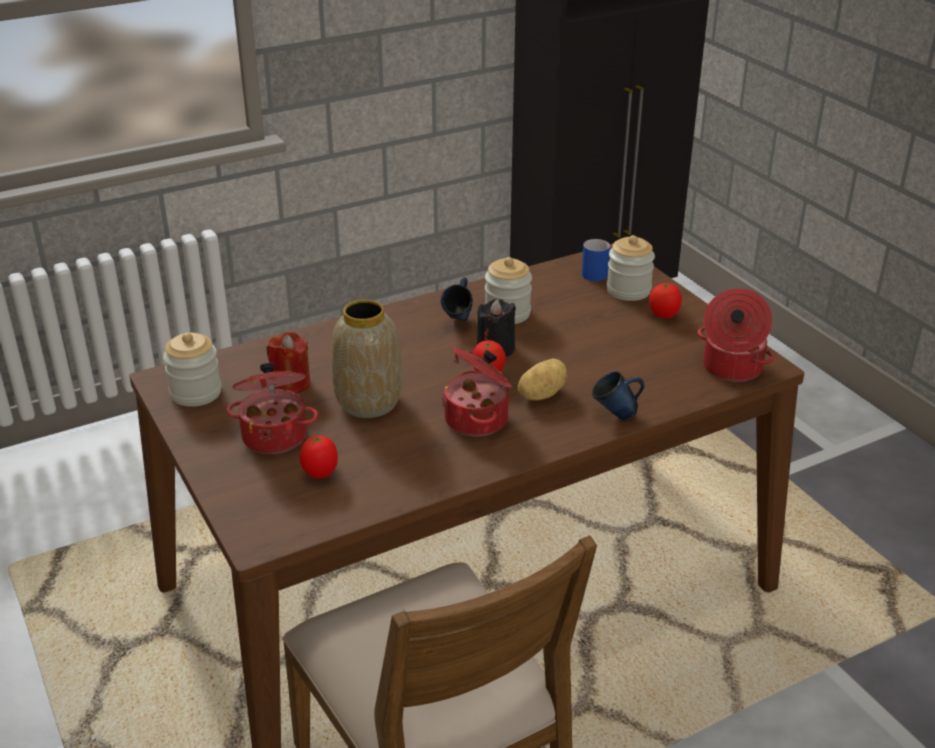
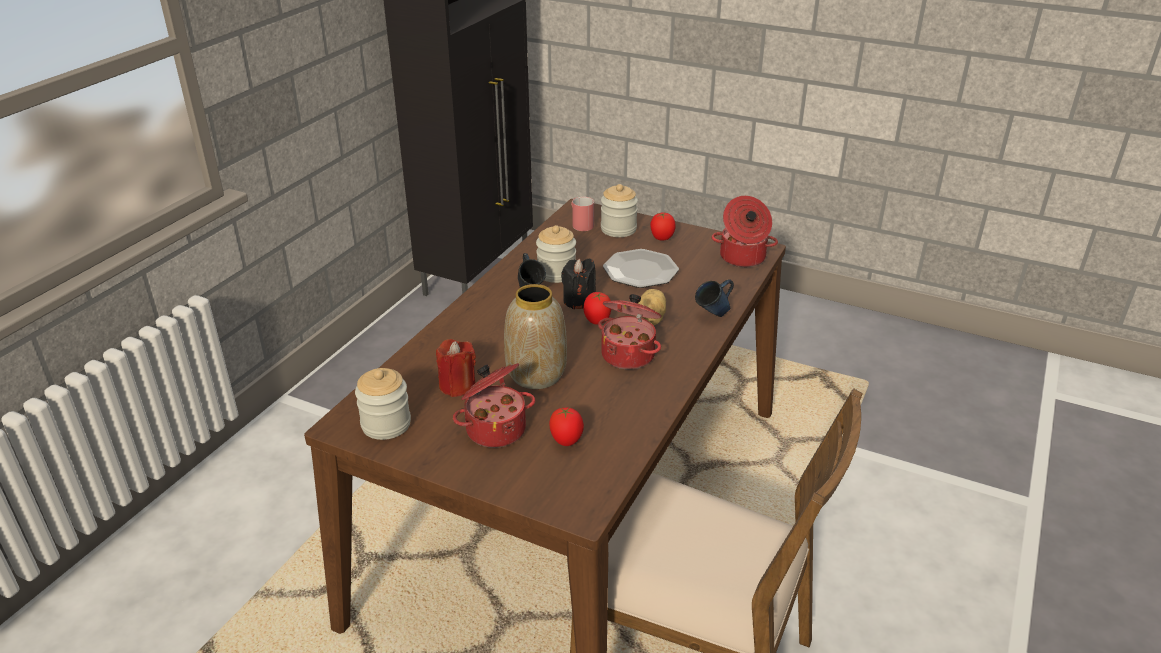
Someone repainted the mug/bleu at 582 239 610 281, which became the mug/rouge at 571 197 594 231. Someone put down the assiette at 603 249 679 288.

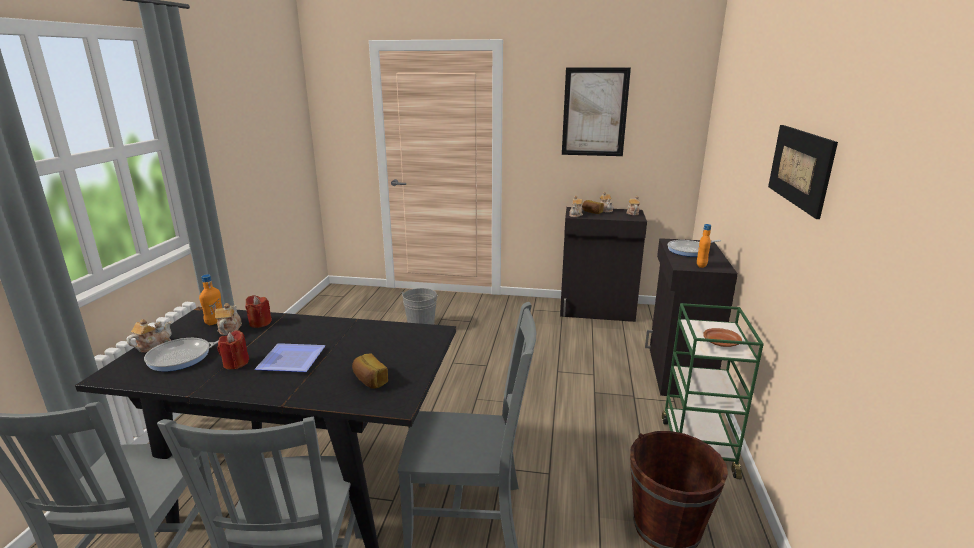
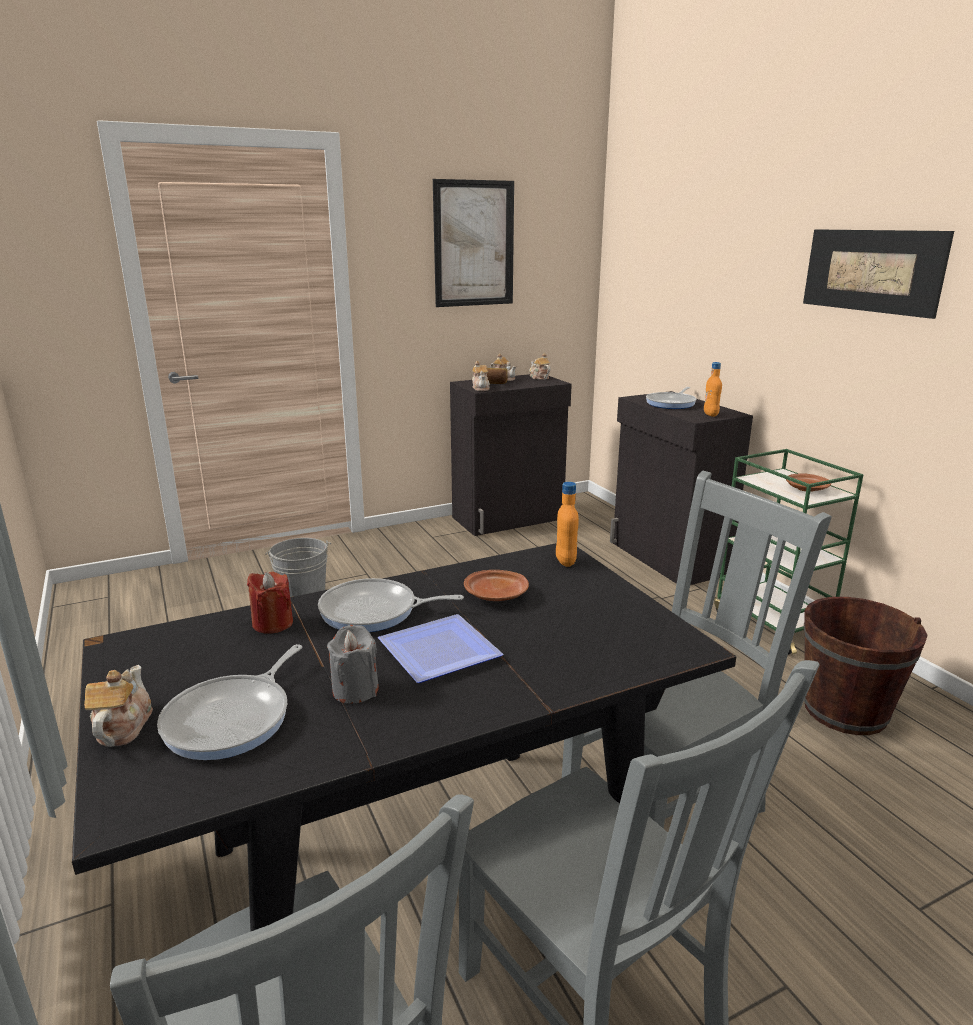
Someone carried the bouteille/orange from 199 274 222 325 to 556 482 579 567. Someone took away the théière at 215 303 242 335. Someone repainted the bougie/rouge at 218 330 249 369, which became the bougie/gris at 327 625 379 704. Someone took away the pain at 352 354 388 388. Someone put down the poêle at 318 578 464 632. Someone put down the assiette/marron at 464 570 529 601.

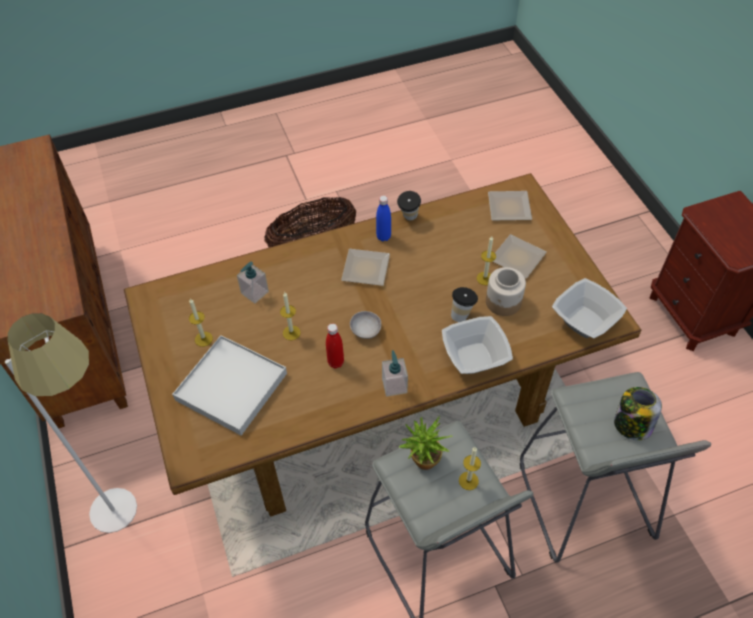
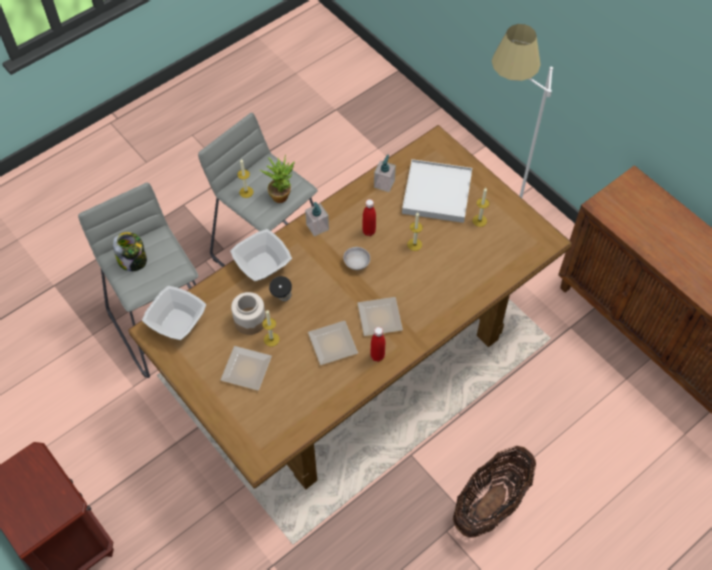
Someone carried the distributeur de savon from 237 261 269 304 to 374 155 396 192. Someone repainted the bouteille/bleu at 376 195 391 241, which became the bouteille/rouge at 370 327 385 362. Someone took away the tasse at 397 191 421 220. Someone carried the assiette from 488 191 532 221 to 308 321 358 365.

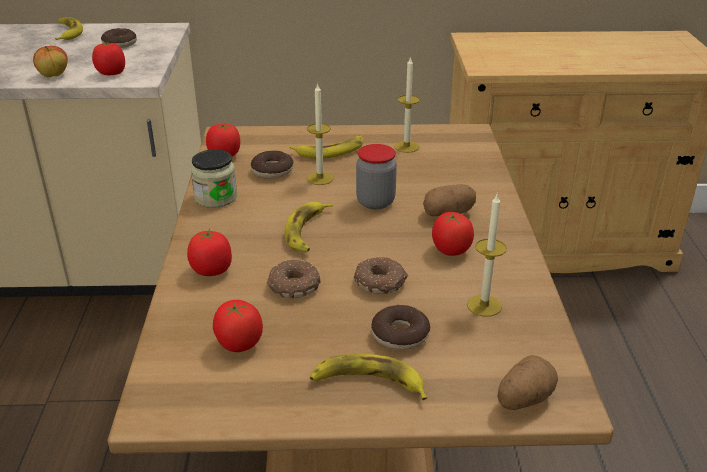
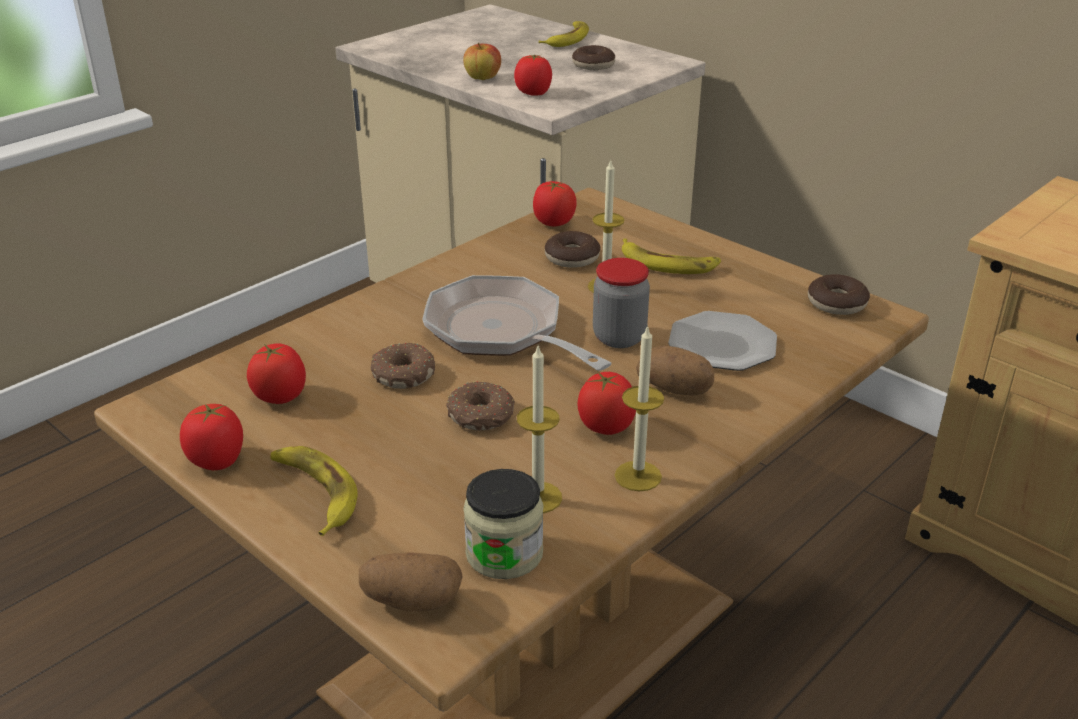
Someone carried the tomate from 187 229 232 276 to 180 404 243 470. Someone carried the bocal from 191 149 237 208 to 463 469 543 579. Someone swapped the banane at 284 202 333 252 for the poêle at 422 275 612 371. Someone carried the beignet from 371 305 430 350 to 808 274 870 315. Someone carried the bougie from 394 56 420 153 to 615 325 664 491. Someone put down the assiette at 668 311 777 371.

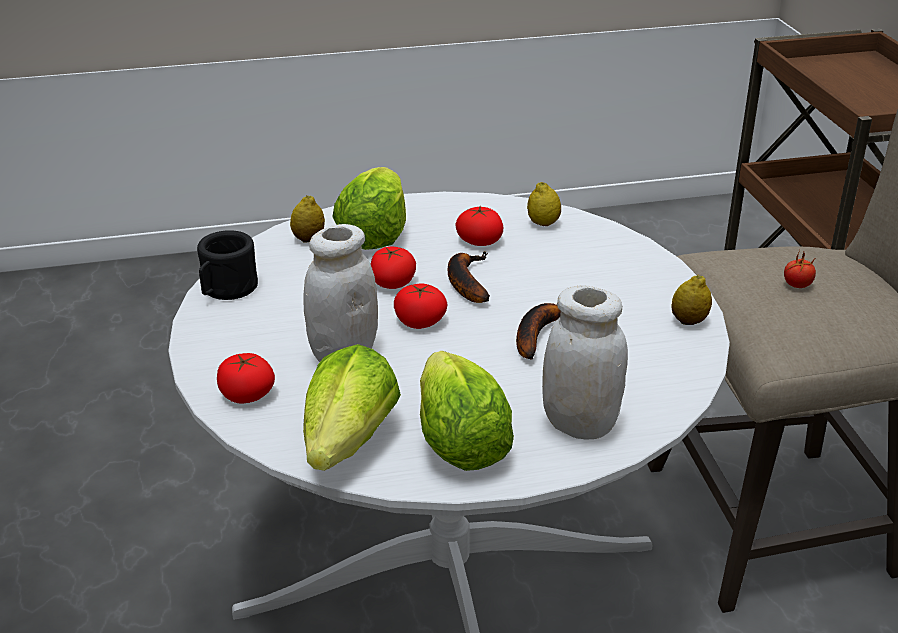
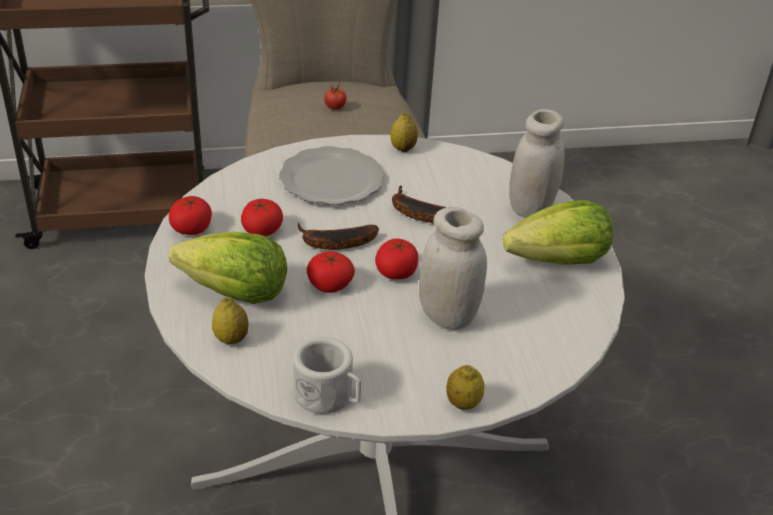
Someone repainted the mug/noir at 197 230 258 300, which became the mug/blanc at 293 337 361 414. Someone carried the tomate from 217 353 275 404 to 169 196 212 235. Someone took away the laitue at 303 344 401 471. Someone carried the citron from 527 182 561 226 to 446 365 484 410. Someone put down the assiette at 279 146 384 205.

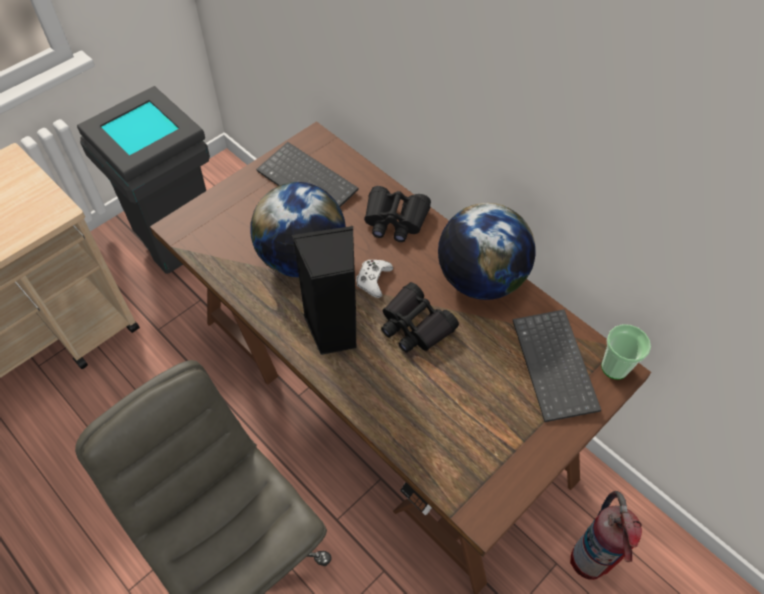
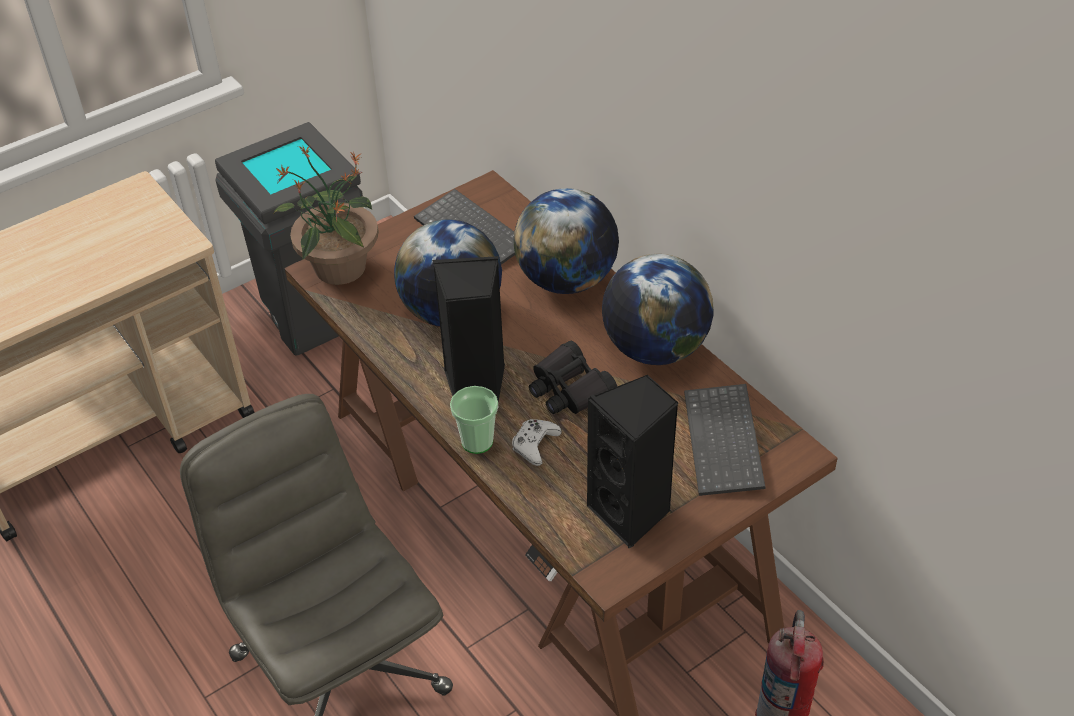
Someone carried the manette/blanc from 356 260 393 298 to 512 419 562 466. Someone swapped the jumelles/noir at 364 186 431 242 for the globe at 513 188 619 294. Someone carried the tasse from 601 324 651 380 to 450 386 498 454. Someone put down the plante en pot at 273 145 378 285. Someone put down the enceinte/noir at 587 375 679 548.

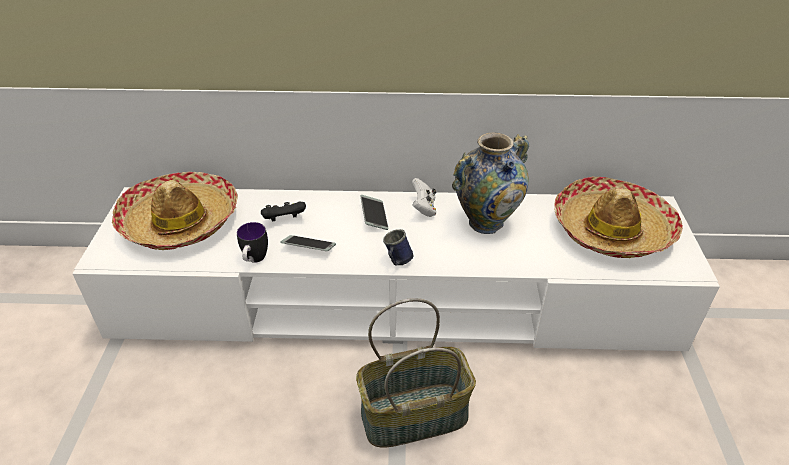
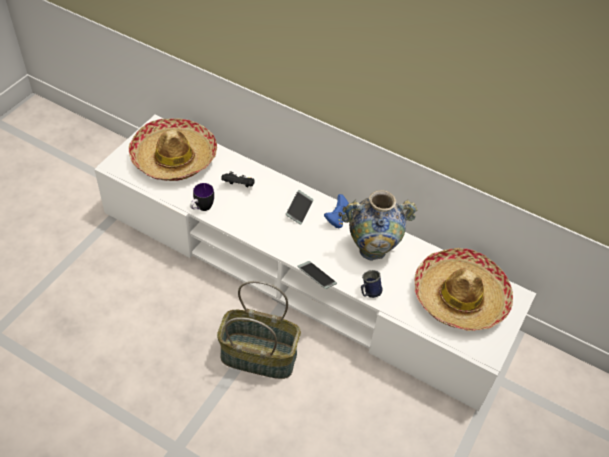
Someone carried the téléphone from 280 235 336 251 to 297 261 337 289. Someone carried the mug/bleu from 383 229 413 266 to 361 270 383 298. Someone repainted the manette/blanc at 412 178 436 217, which became the manette/bleu at 324 194 349 228.

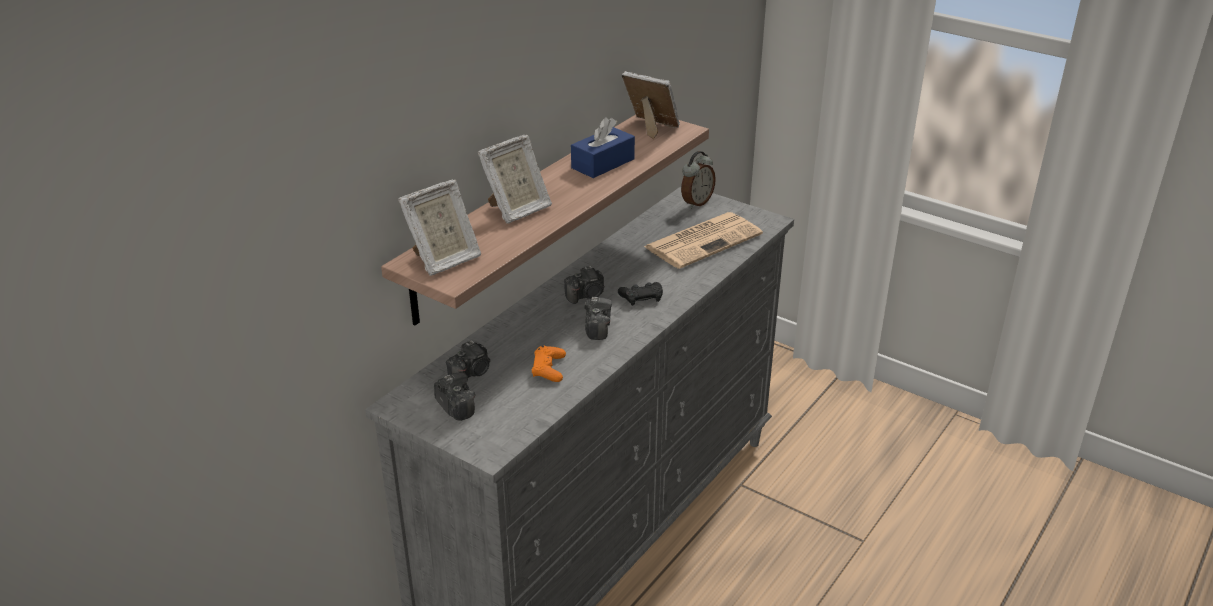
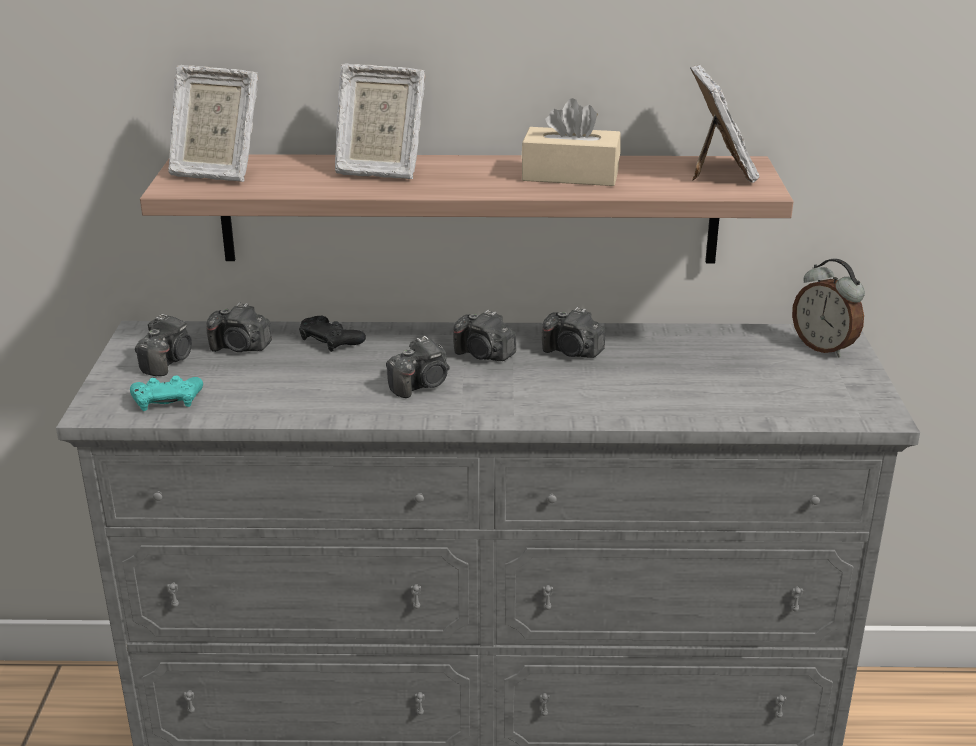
Someone took away the manette/orange at 532 346 566 382. Someone repainted the boîte à mouchoirs/bleu at 571 117 635 178, which became the boîte à mouchoirs/beige at 521 98 621 186. Someone carried the manette/noir from 618 282 663 306 to 299 316 366 352. Someone took away the journal at 644 212 763 269. Someone rotated the réveil at 681 151 716 209 by 45 degrees clockwise. Someone put down the manette/turquoise at 130 376 203 411. Someone put down the appareil photo at 542 307 605 358.

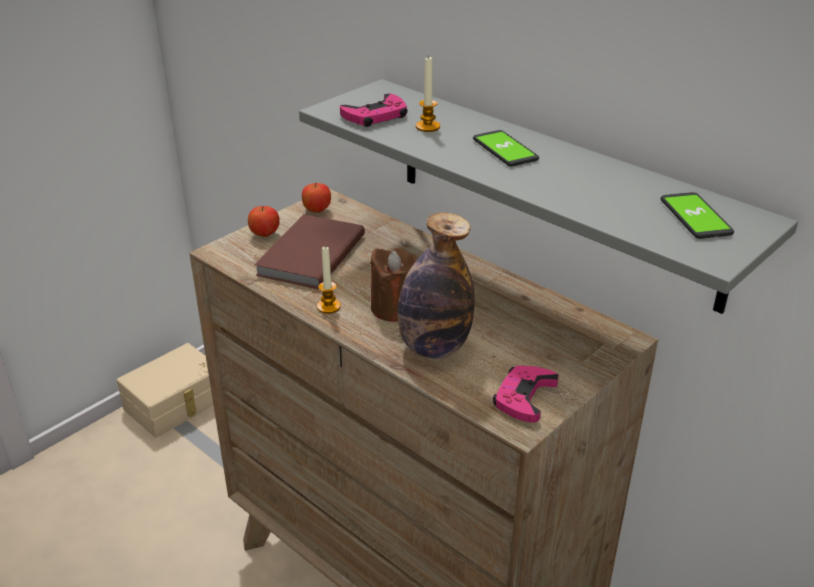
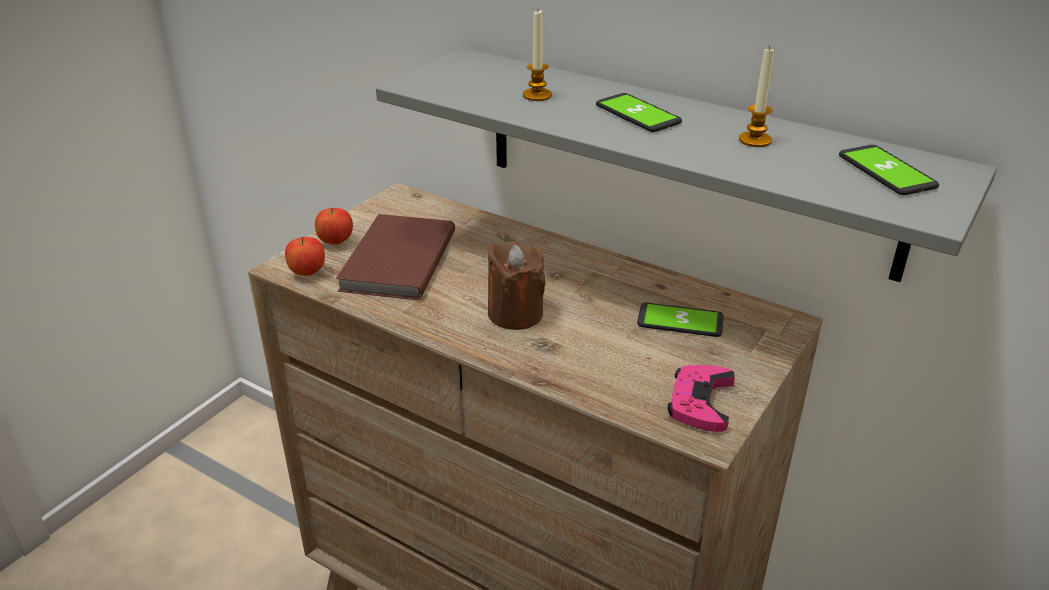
Someone took away the boîte de rangement/beige at 117 343 214 438. Someone carried the pomme from 302 183 331 213 to 285 237 325 276. Someone carried the bougie from 317 247 341 314 to 739 46 774 147. Someone took away the manette/rose at 340 94 407 127. Someone took away the bouteille at 397 213 475 358. Someone put down the téléphone at 637 302 723 337.

